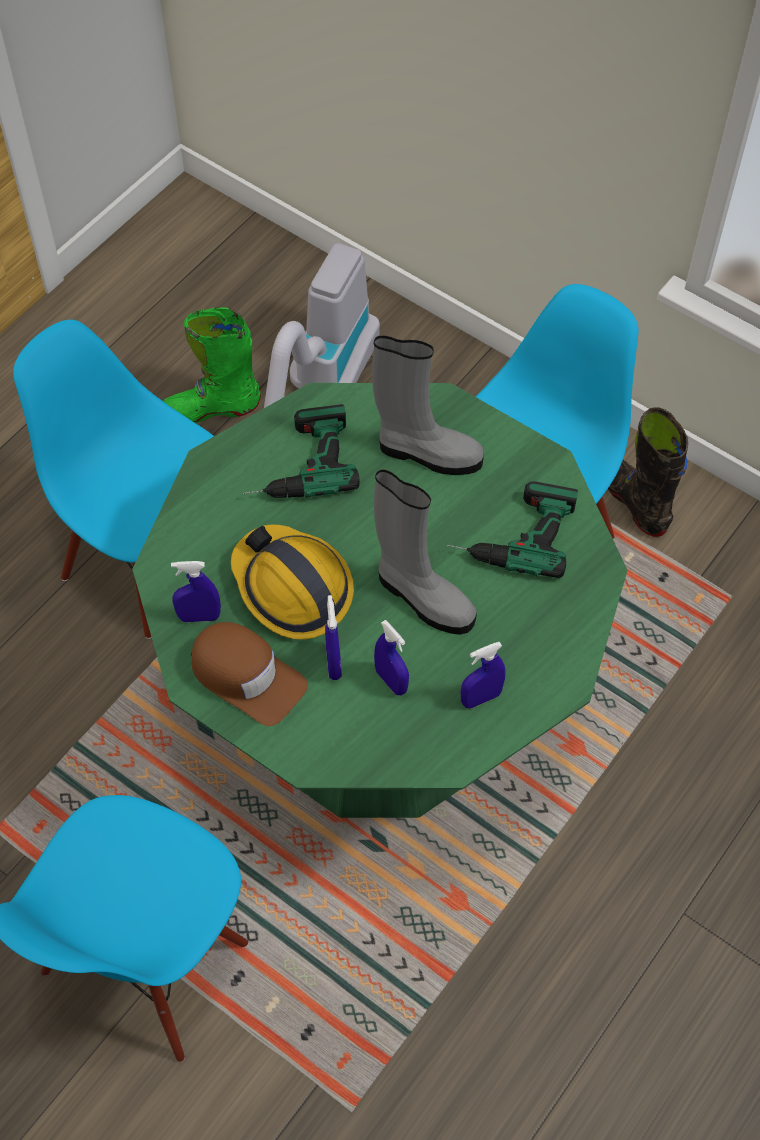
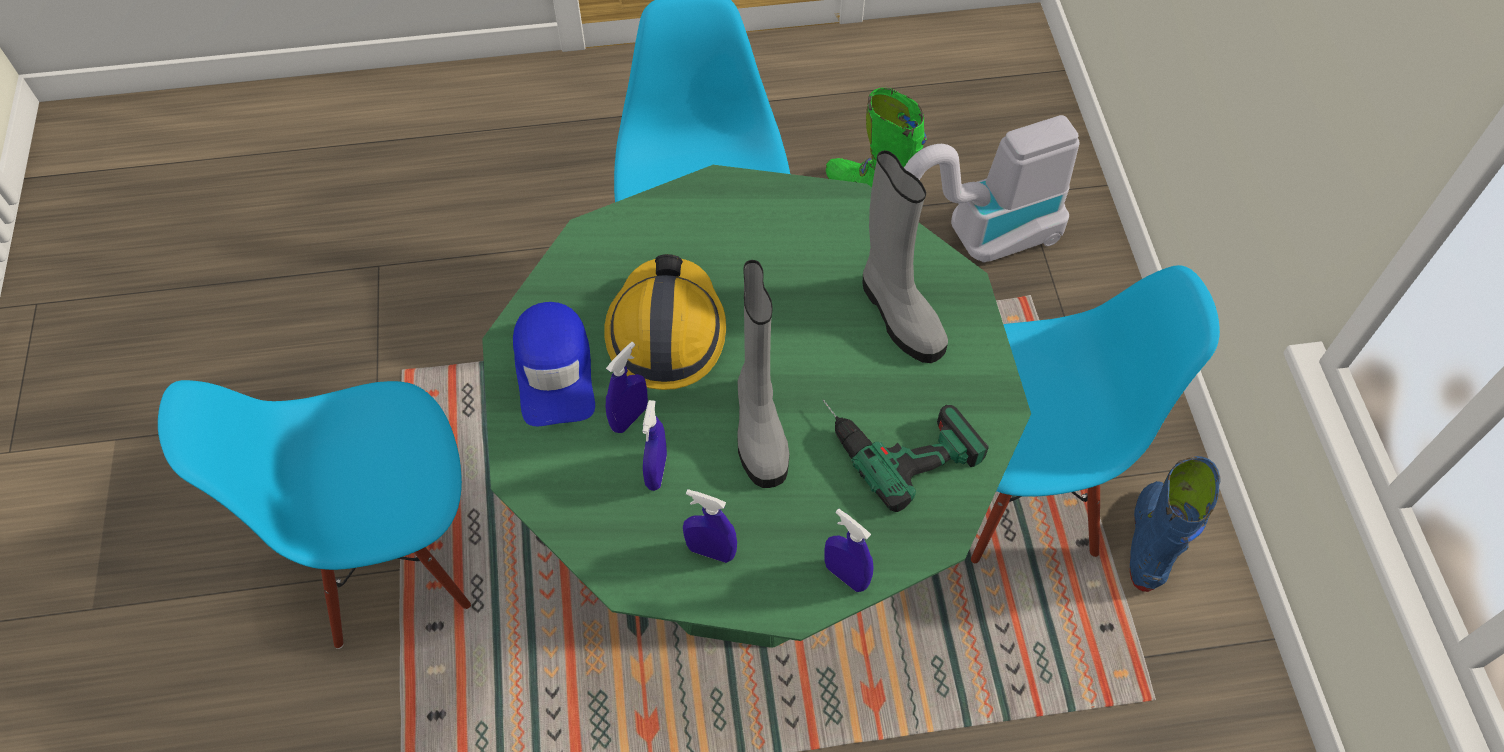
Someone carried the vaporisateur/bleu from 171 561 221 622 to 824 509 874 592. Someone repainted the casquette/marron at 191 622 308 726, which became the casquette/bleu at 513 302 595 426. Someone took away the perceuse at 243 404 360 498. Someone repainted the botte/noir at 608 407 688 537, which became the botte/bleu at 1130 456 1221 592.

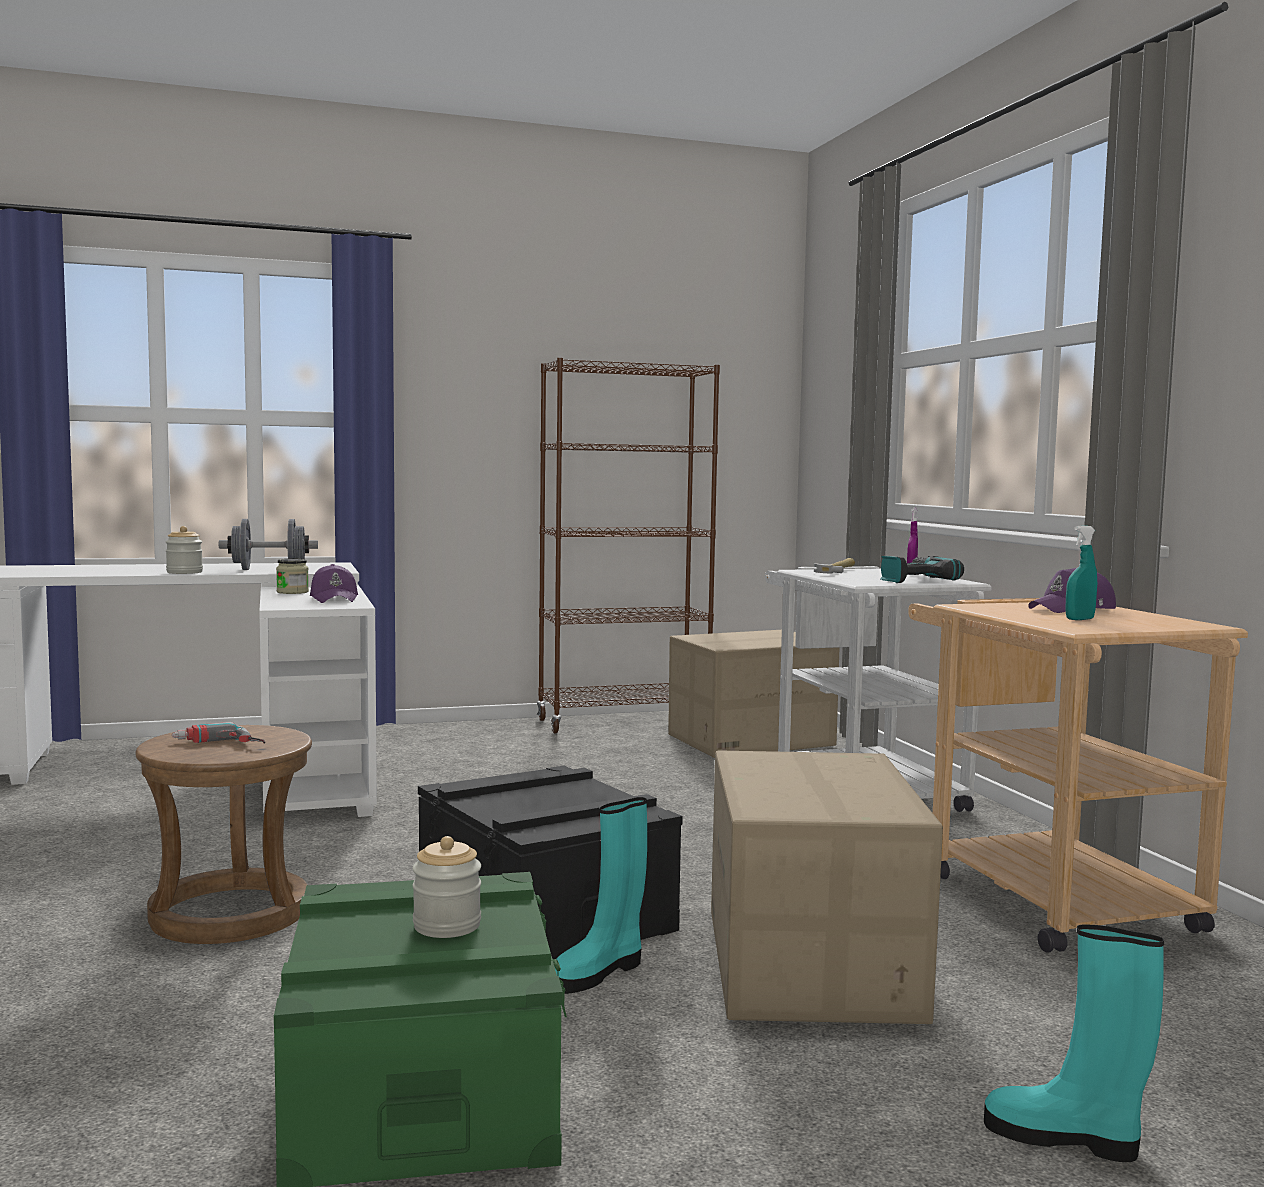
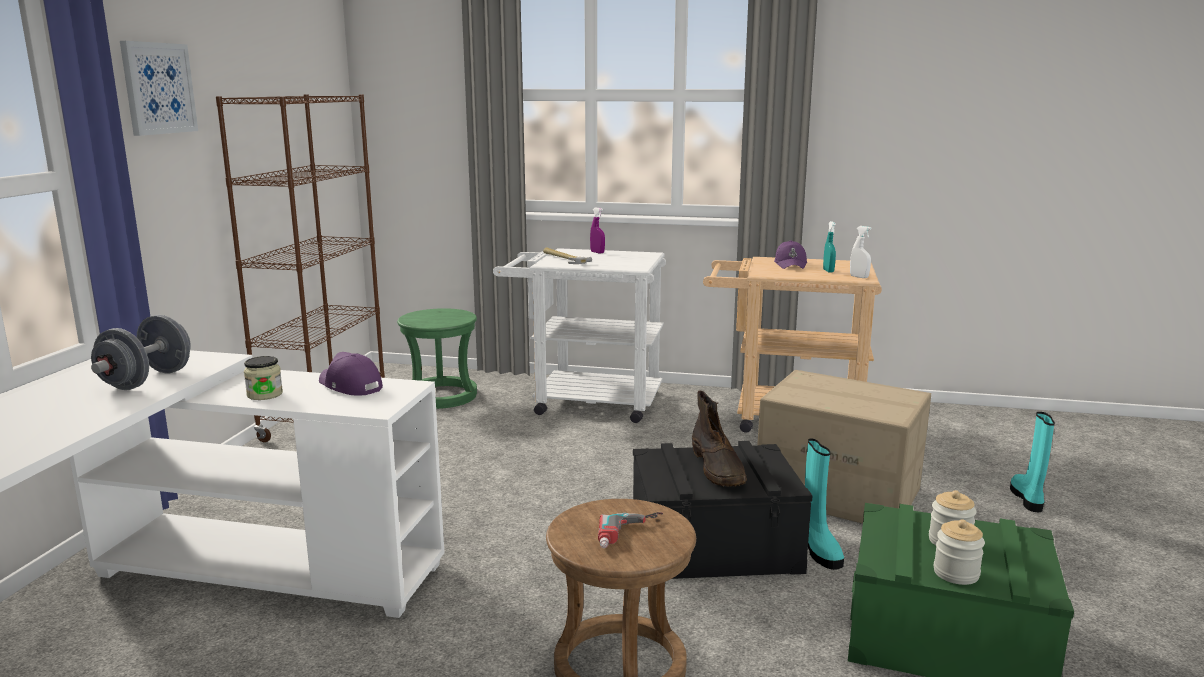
Someone carried the bocal from 166 526 203 574 to 934 519 985 585. Someone rotated the casquette/violet at 310 564 358 603 by 150 degrees counterclockwise. Someone swapped the carton at 668 630 840 758 for the tabouret/vert at 397 308 477 409. Someone took away the perceuse at 881 556 964 583. Someone rotated the botte/turquoise at 984 925 1164 1162 by 135 degrees clockwise. Someone put up the tableau at 120 41 198 136. Someone put down the botte/marron at 692 391 747 487. Someone put down the vaporisateur/blanc at 850 226 871 278.

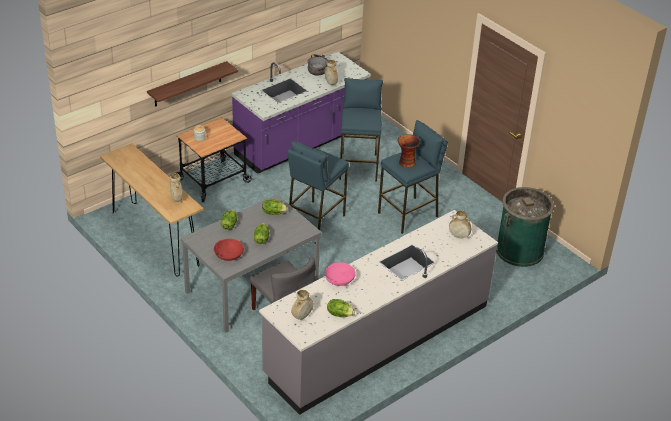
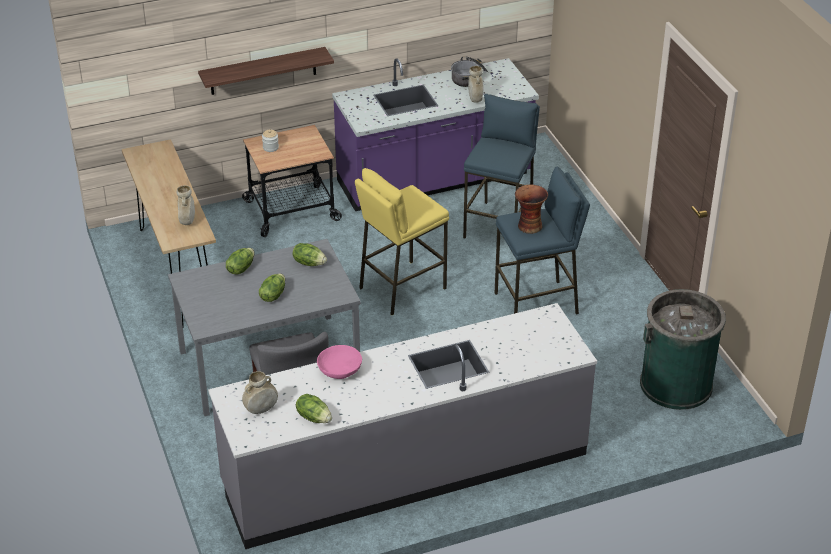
Someone took away the bol/rouge at 214 239 244 261. Someone repainted the tabouret/bleu at 287 141 349 230, which became the tabouret/jaune at 355 168 449 315. Someone took away the vase/beige at 449 210 471 238.

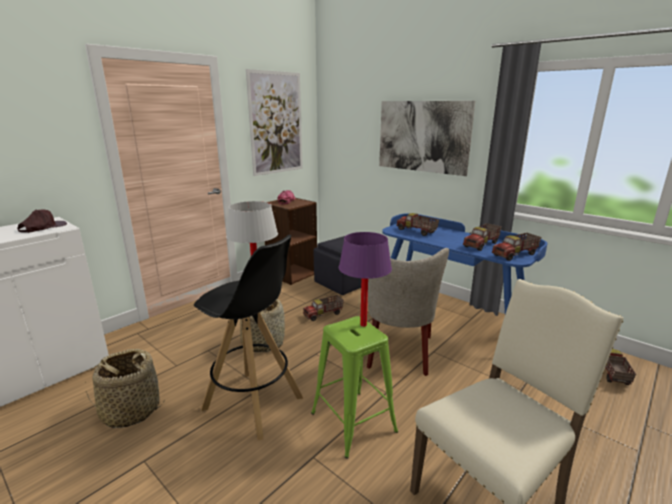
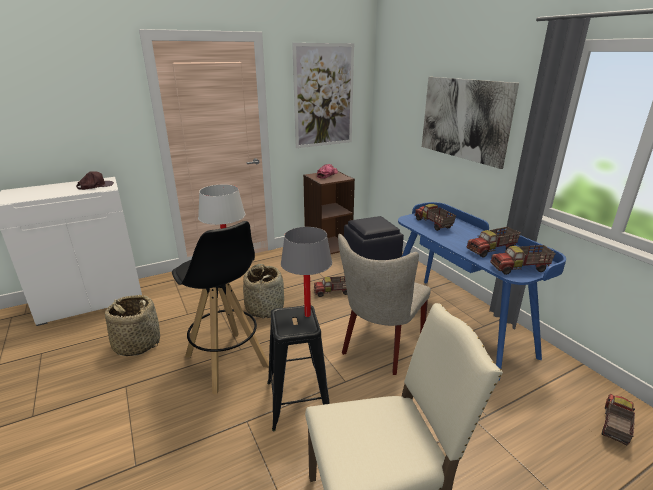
Someone repainted the tabouret/vert at 311 316 398 459, which became the tabouret/noir at 267 305 330 431. Someone repainted the lampe de table/violet at 339 232 392 327, which became the lampe de table/gris at 281 227 332 317.

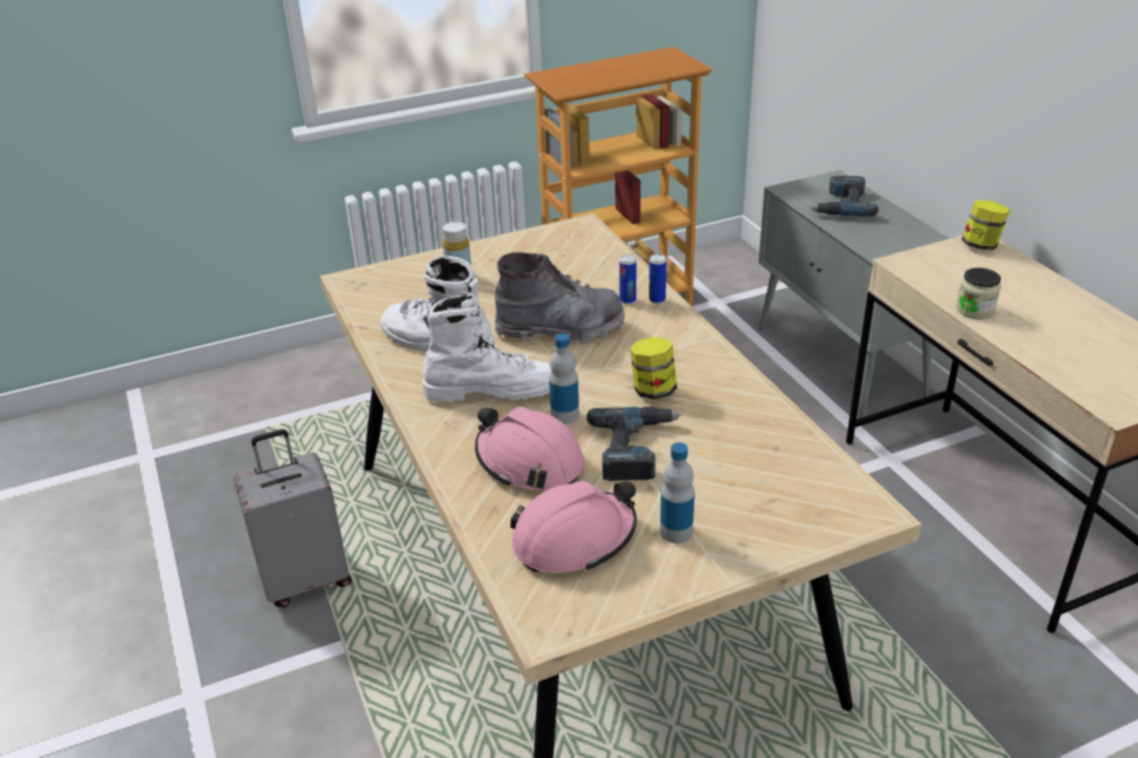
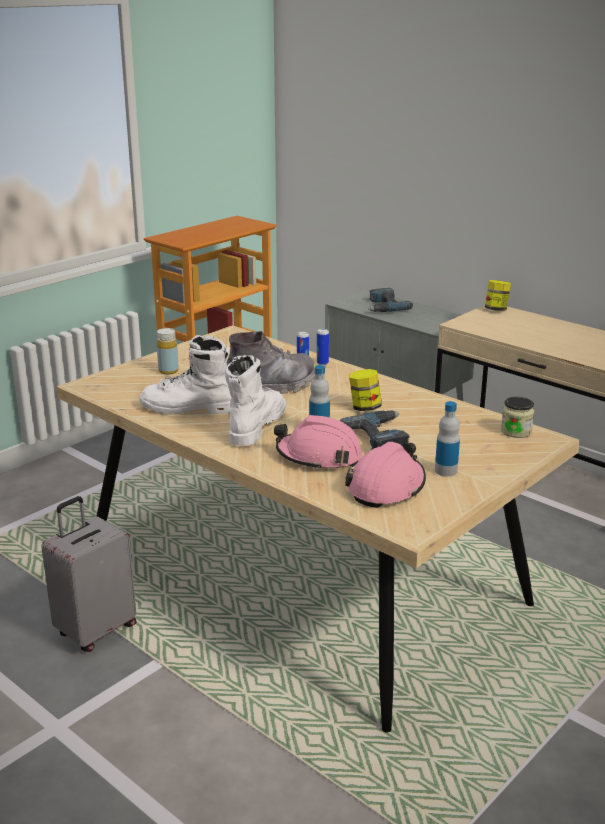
Someone rotated the botte/blanc at 423 292 551 402 by 45 degrees counterclockwise. Someone carried the bocal from 956 268 1001 319 to 501 397 534 438.

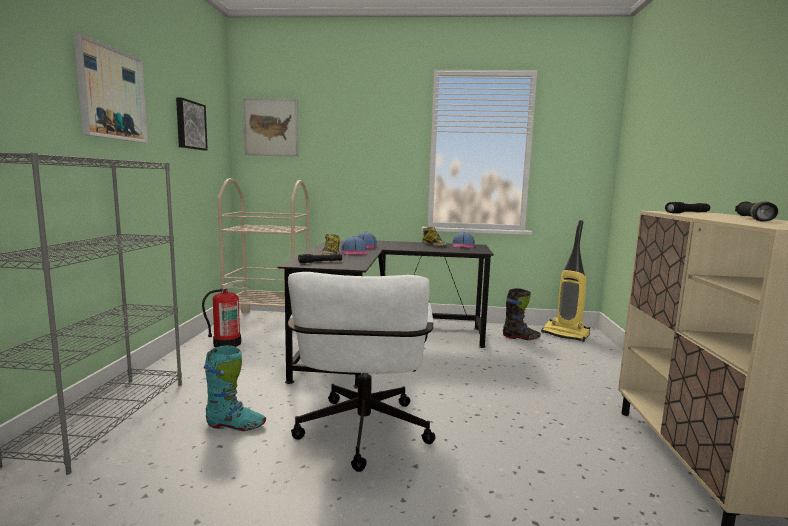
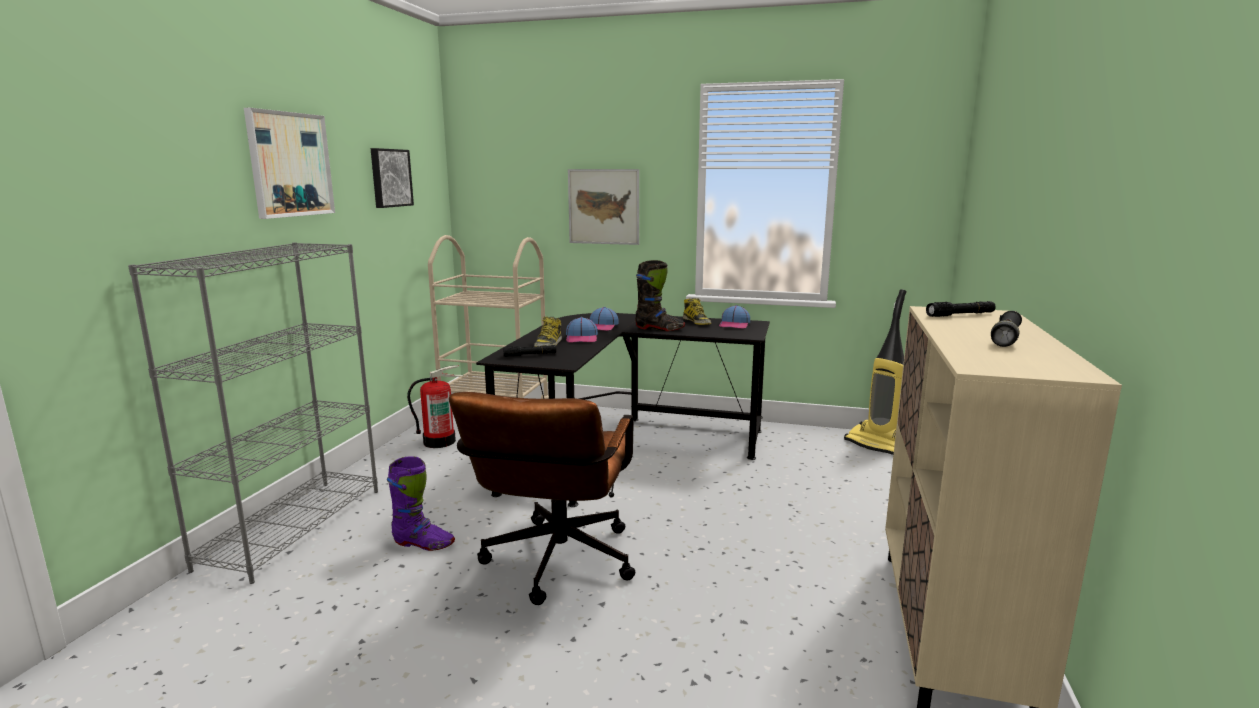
Someone repainted the botte/turquoise at 204 346 266 431, which became the botte/violet at 387 456 455 551. Someone carried the tableau from 243 98 298 157 to 568 169 639 245. Someone repainted the chaise de bureau/blanc at 288 272 436 472, which became the chaise de bureau/marron at 449 392 635 605. Someone carried the botte/noir from 503 288 541 340 to 635 260 685 331.

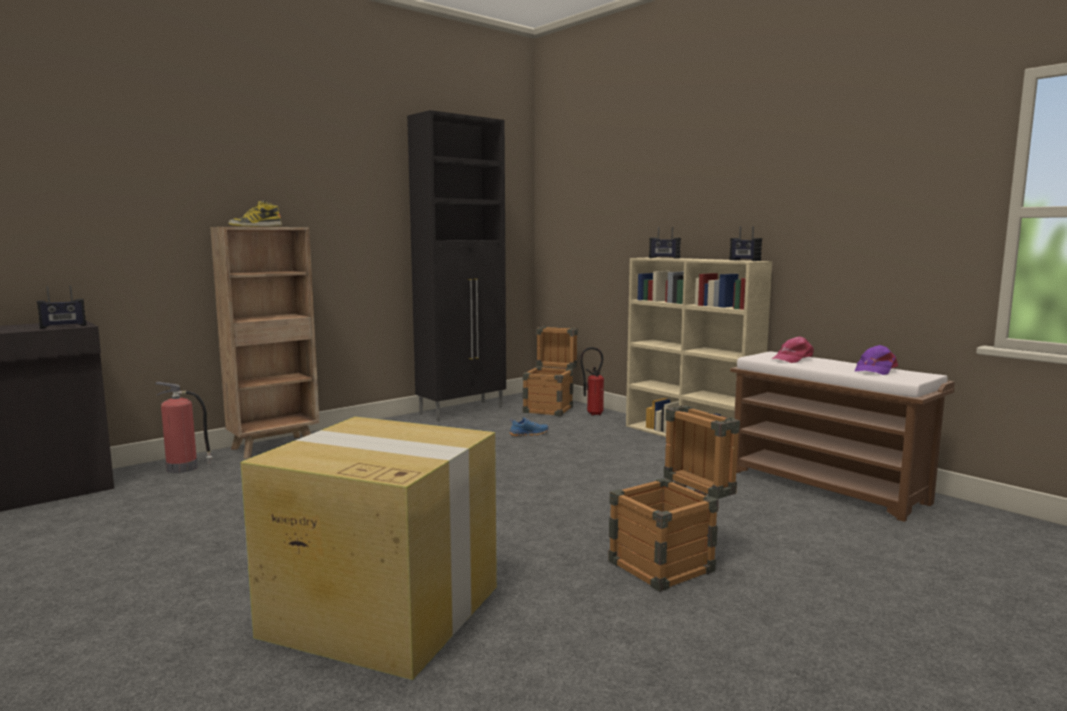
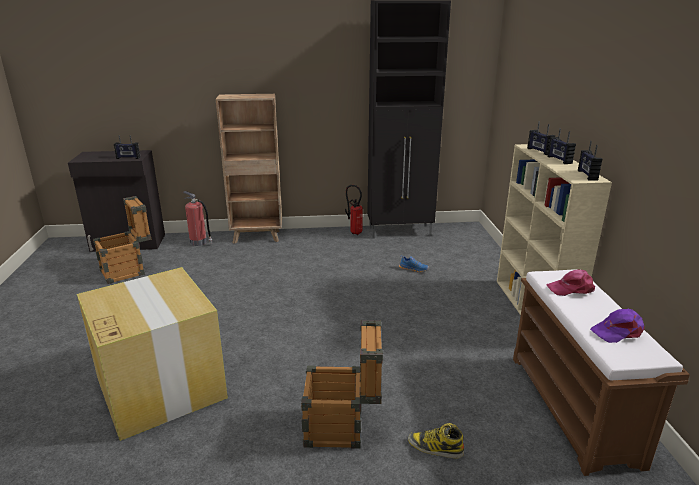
Someone carried the botte from 228 201 282 227 to 408 423 464 458. Someone carried the caisse from 523 326 578 416 to 93 196 151 284. Someone carried the extincteur from 580 347 604 416 to 345 185 363 235. Someone put down the radio at 547 128 576 164.

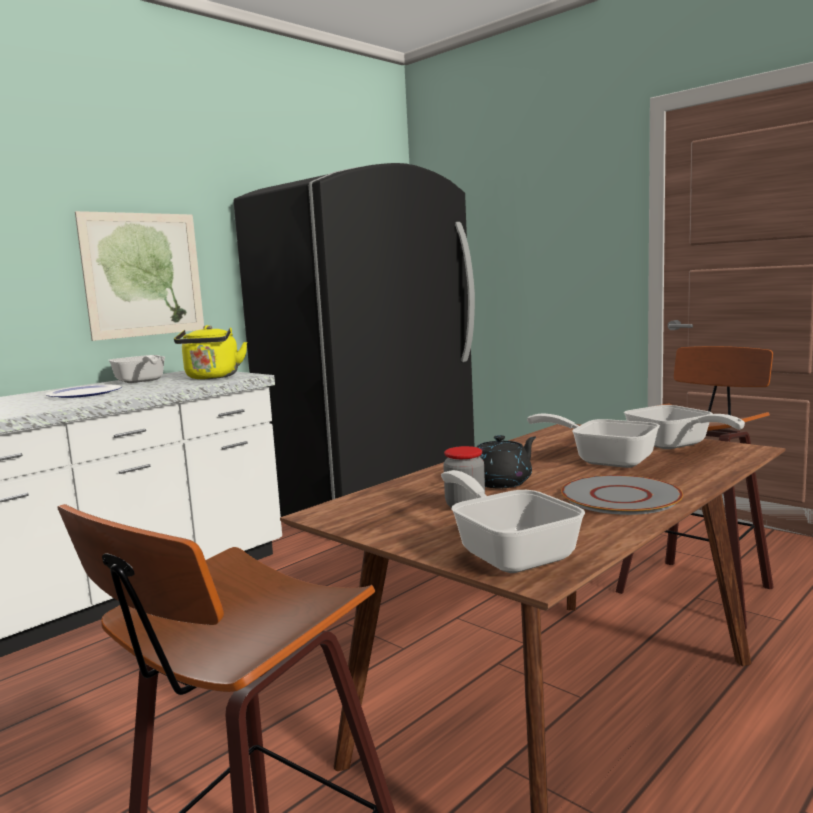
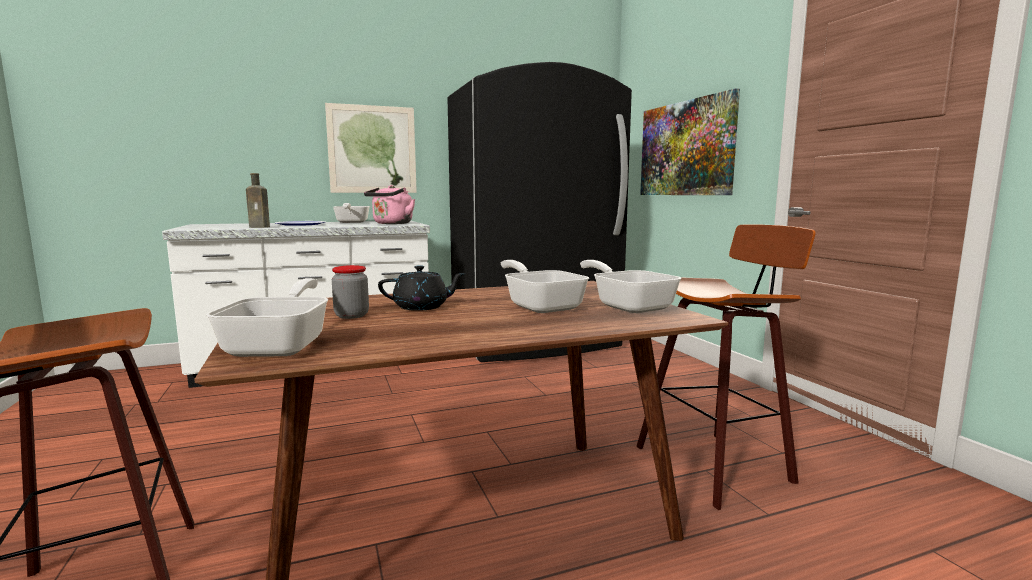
Someone repainted the bouilloire/jaune at 174 325 247 379, which became the bouilloire/rose at 364 185 415 224. Someone took away the assiette/gris at 561 475 683 515. Someone rotated the poêle at 624 405 745 449 by 150 degrees clockwise. Someone put down the bouteille/marron at 246 173 270 228. Someone put up the tableau at 640 89 740 195.

